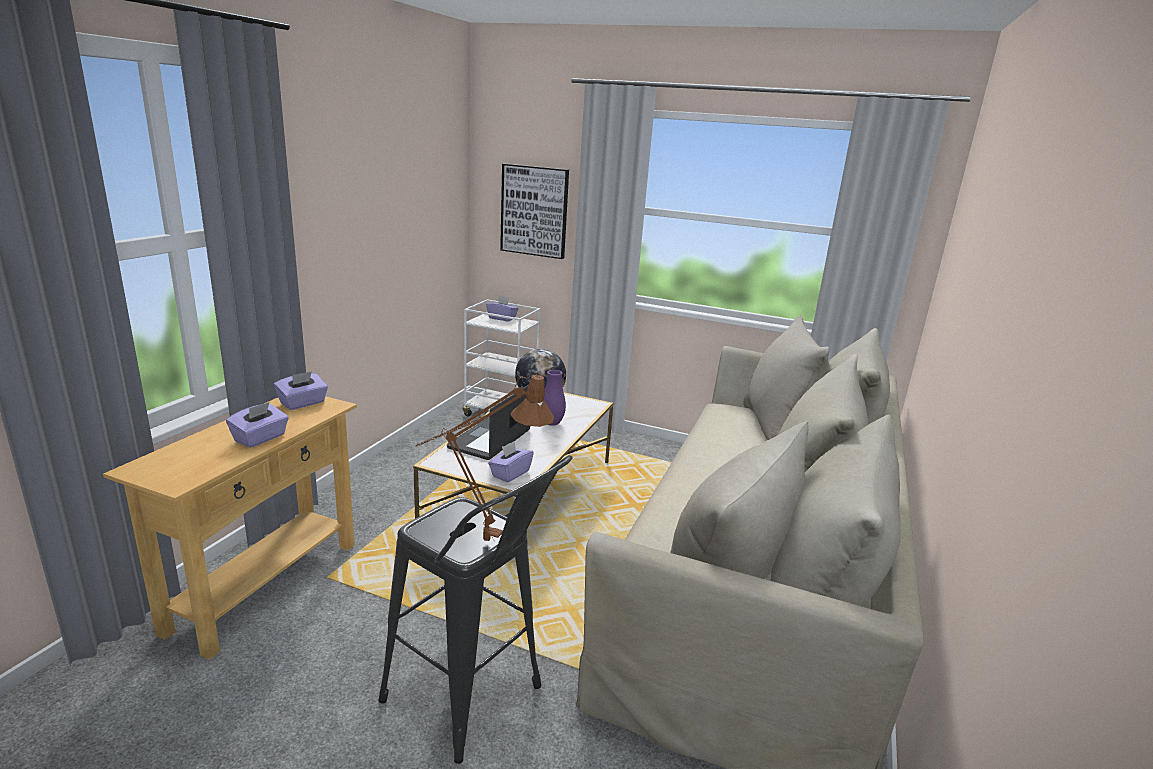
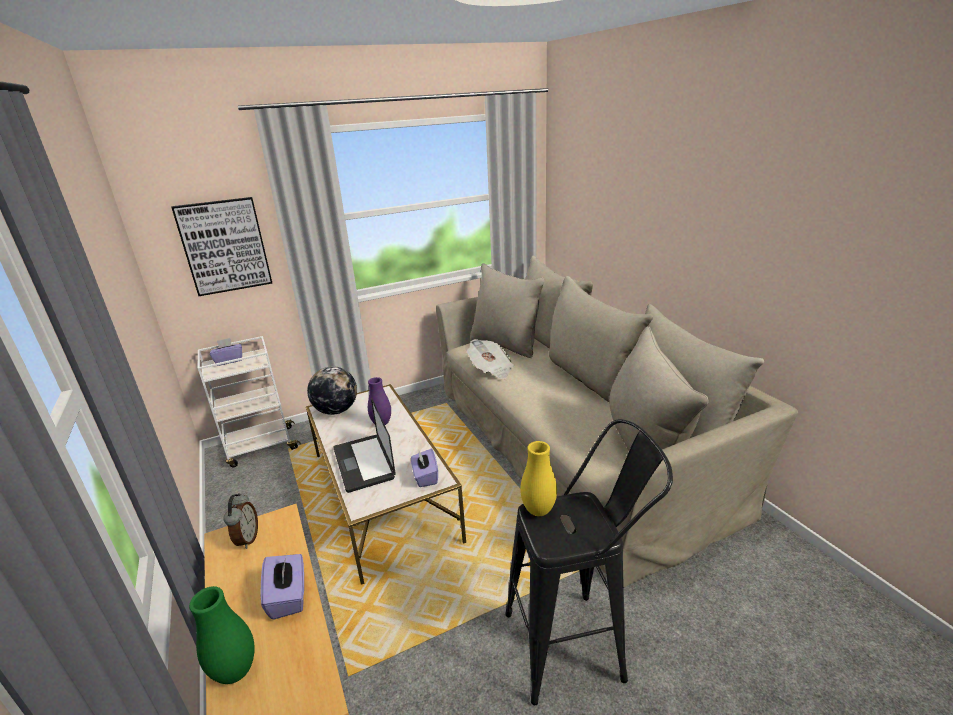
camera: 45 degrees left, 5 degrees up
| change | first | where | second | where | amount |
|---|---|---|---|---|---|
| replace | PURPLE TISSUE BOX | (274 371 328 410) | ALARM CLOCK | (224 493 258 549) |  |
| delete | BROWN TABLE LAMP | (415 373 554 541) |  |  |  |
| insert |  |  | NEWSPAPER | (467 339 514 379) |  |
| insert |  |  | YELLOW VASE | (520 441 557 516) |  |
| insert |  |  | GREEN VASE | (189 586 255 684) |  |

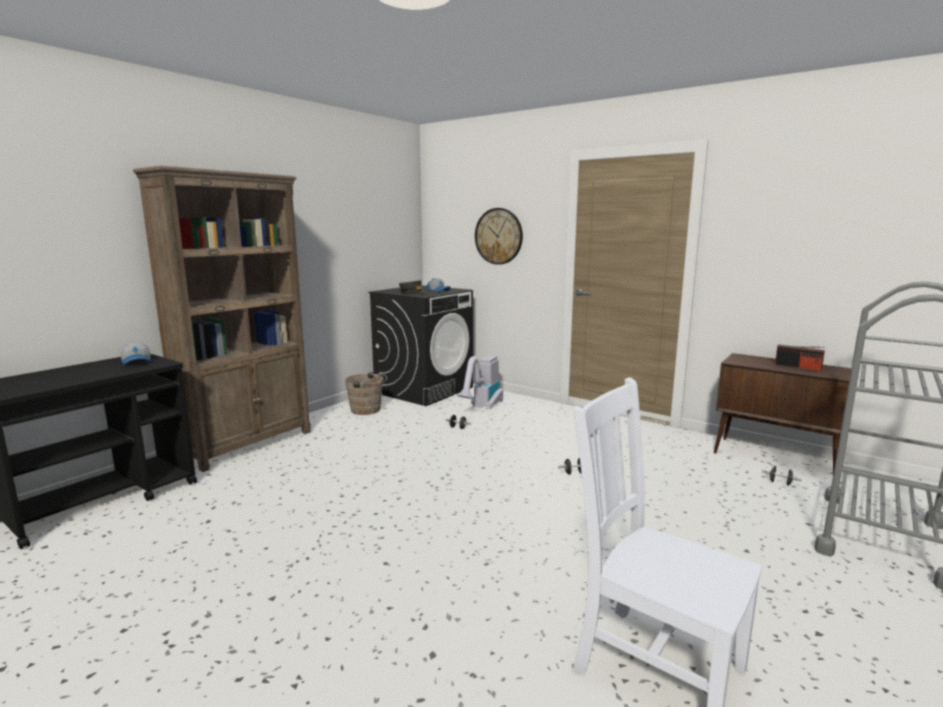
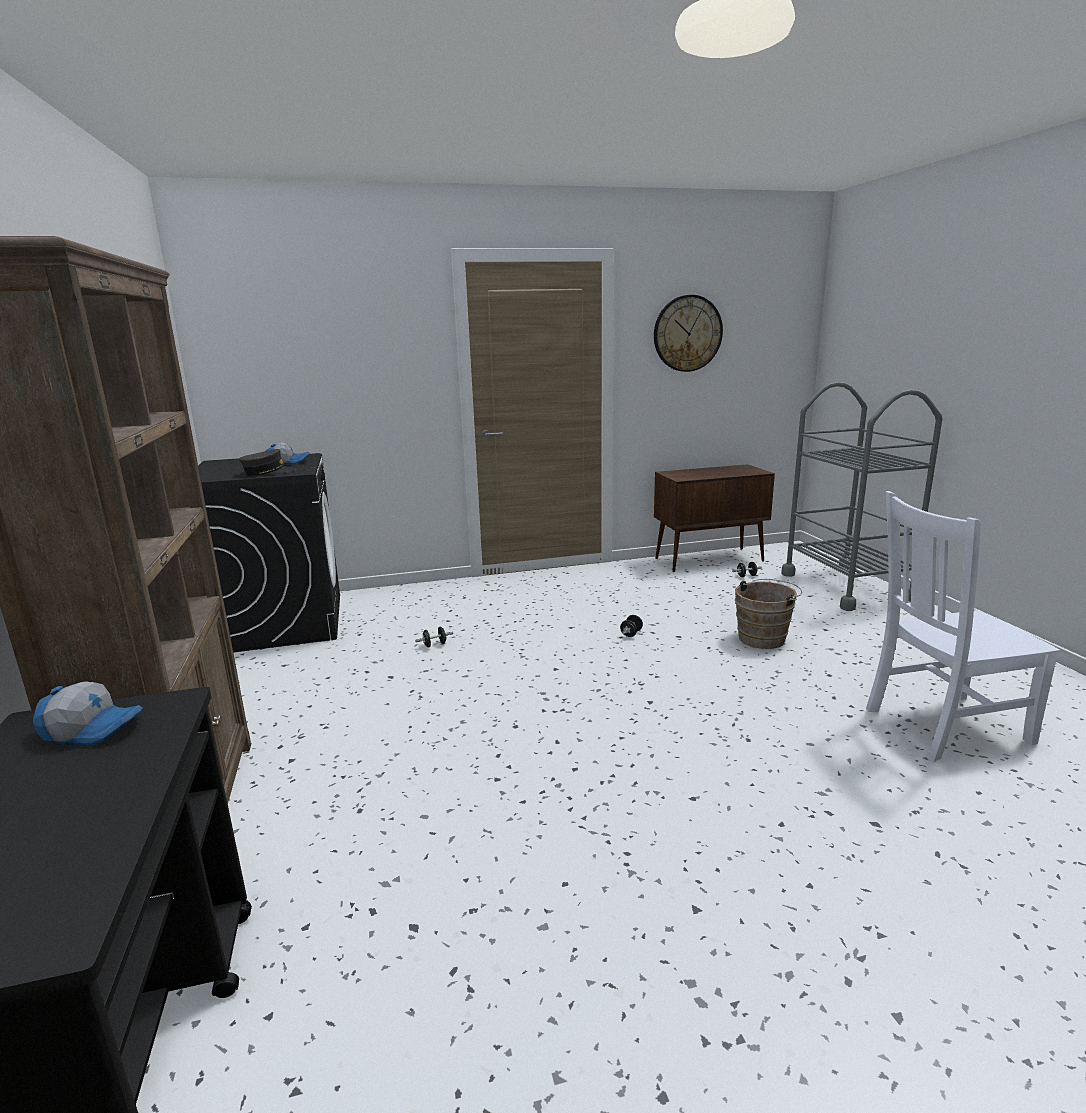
camera: 50 degrees left, 5 degrees up
| change | first | where | second | where | amount |
|---|---|---|---|---|---|
| move | WALL CLOCK | (475 208 523 265) |  | (654 295 723 372) |  |
| delete | RADIO | (775 345 825 371) |  |  |  |
| delete | VACUUM CLEANER | (457 355 503 409) |  |  |  |
| move | BROWN BUCKET | (345 372 387 415) |  | (735 579 802 649) |  |

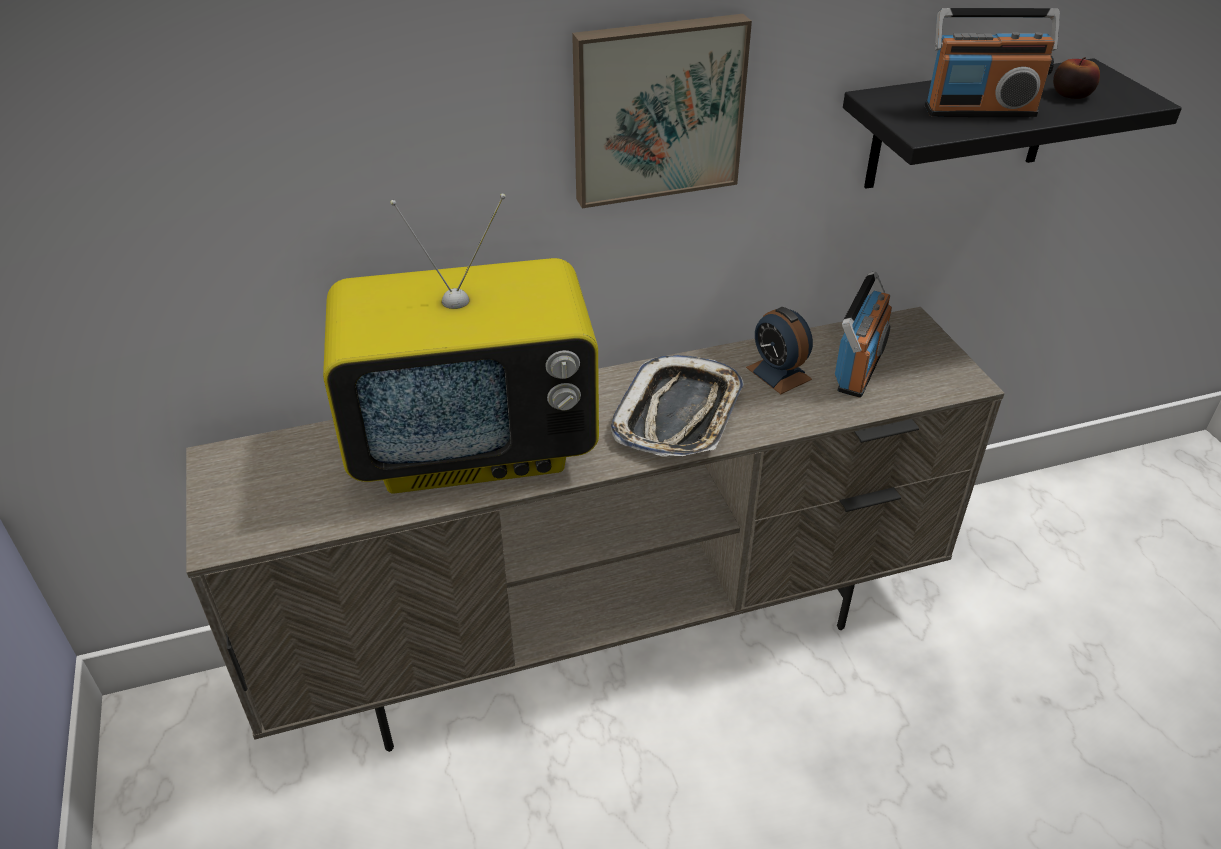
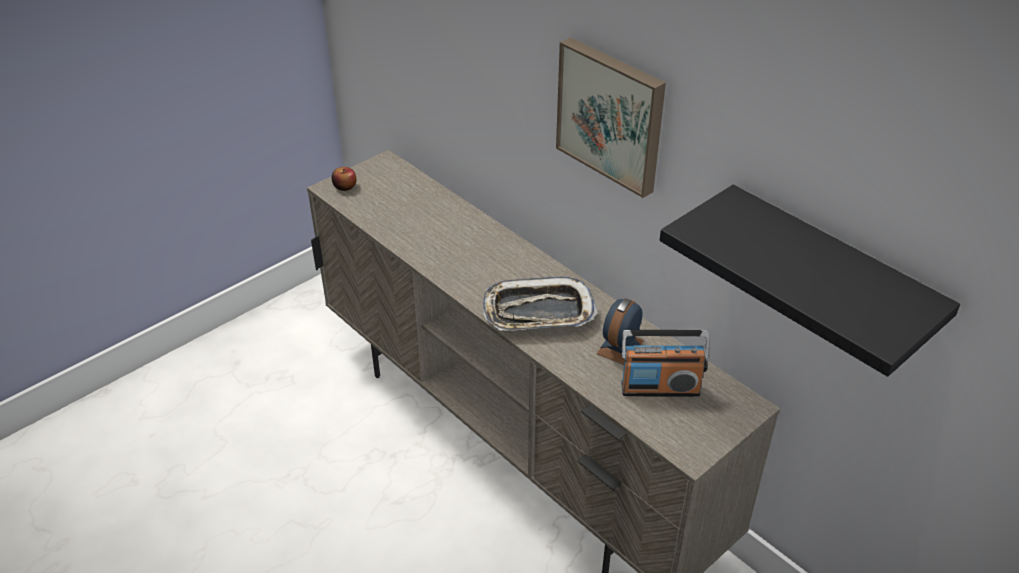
camera: 65 degrees right, 0 degrees up
| change | first | where | second | where | amount |
|---|---|---|---|---|---|
| delete | RADIO | (925 8 1060 117) |  |  |  |
| move | APPLE | (1053 57 1100 99) |  | (331 167 357 191) |  |
| delete | TELEVISION | (323 194 599 494) |  |  |  |

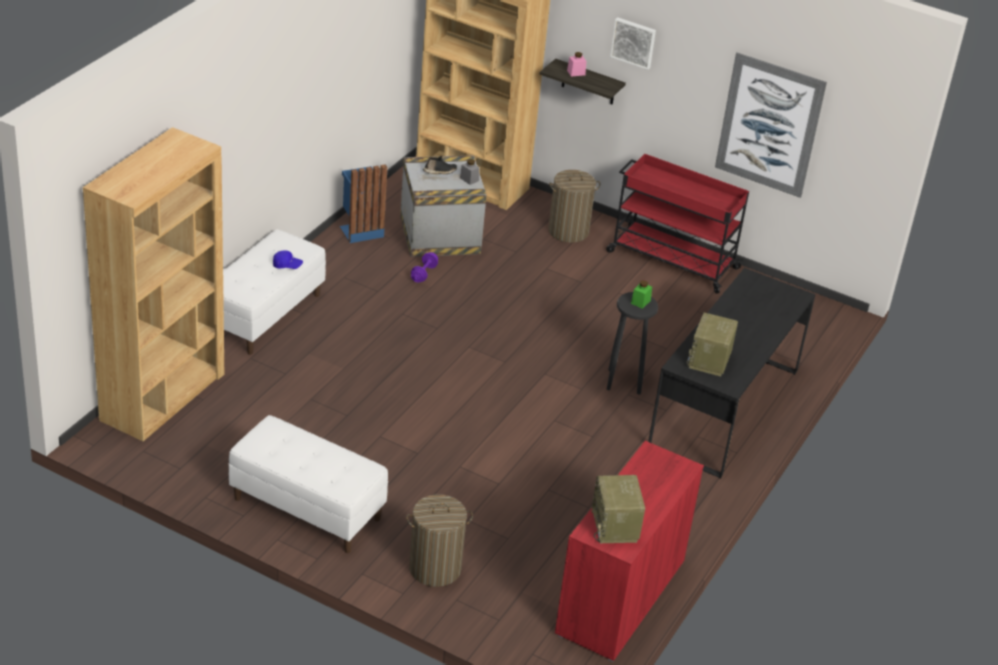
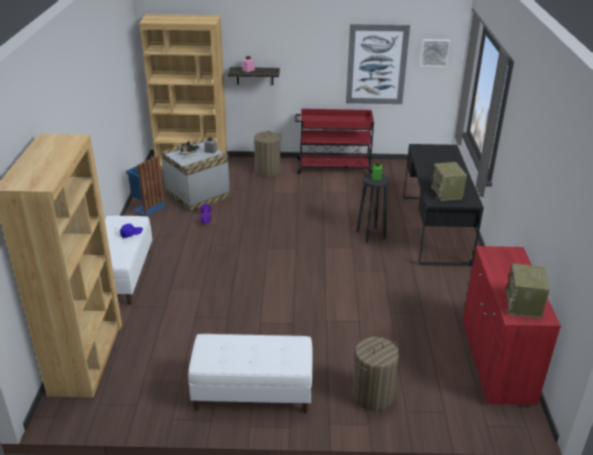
camera: 25 degrees left, 5 degrees down
| change | first | where | second | where | amount |
|---|---|---|---|---|---|
| move | PICTURE | (610 17 656 70) |  | (420 39 450 67) |  |
| rotate | RADIO | (591 475 645 543) |  | (505 263 550 319) | 45 degrees clockwise |

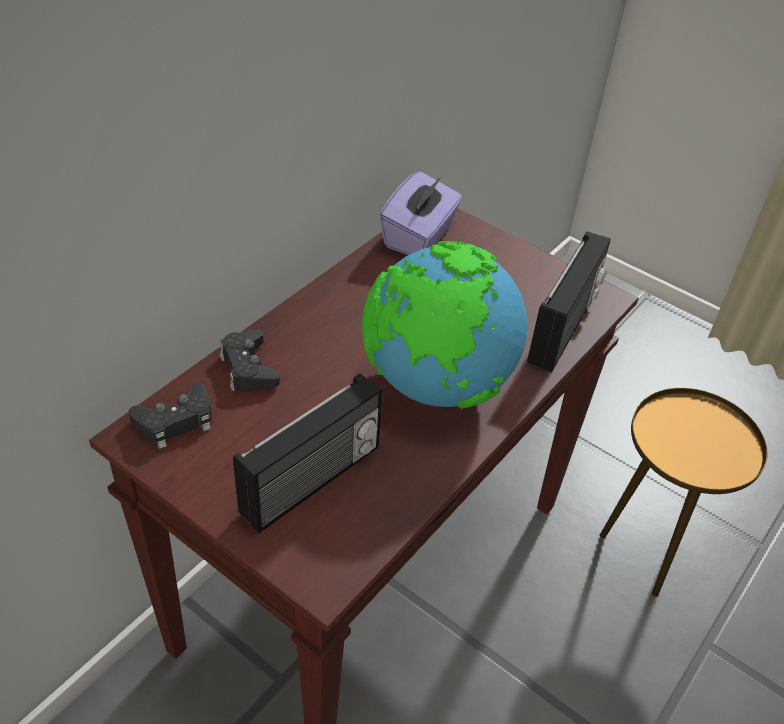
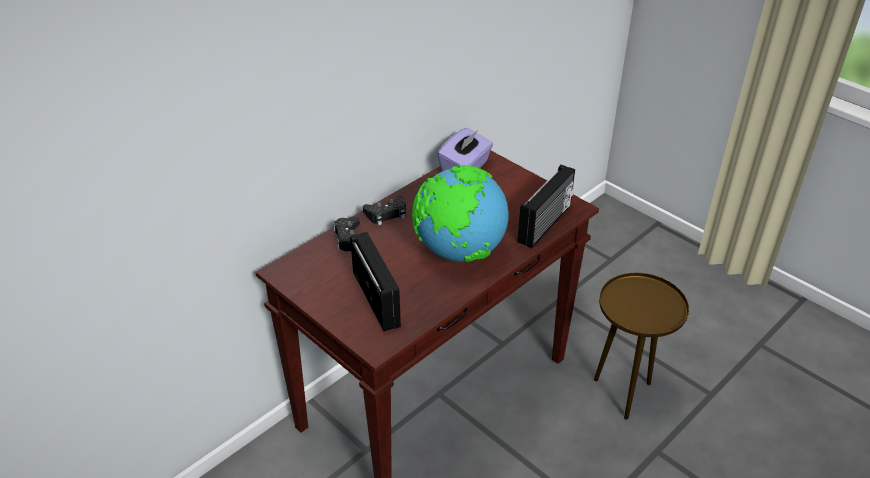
camera: 10 degrees right, 5 degrees down
| change | first | where | second | where | amount |
|---|---|---|---|---|---|
| rotate | RADIO | (233 373 383 533) |  | (350 232 401 331) | 75 degrees counterclockwise |
| move | BLACK GAME CONTROLLER | (128 383 212 449) |  | (363 195 406 226) |  |

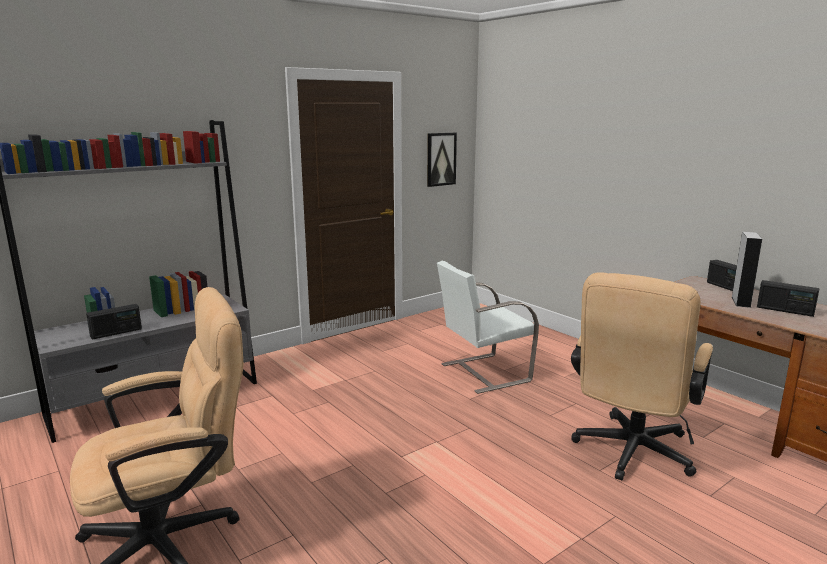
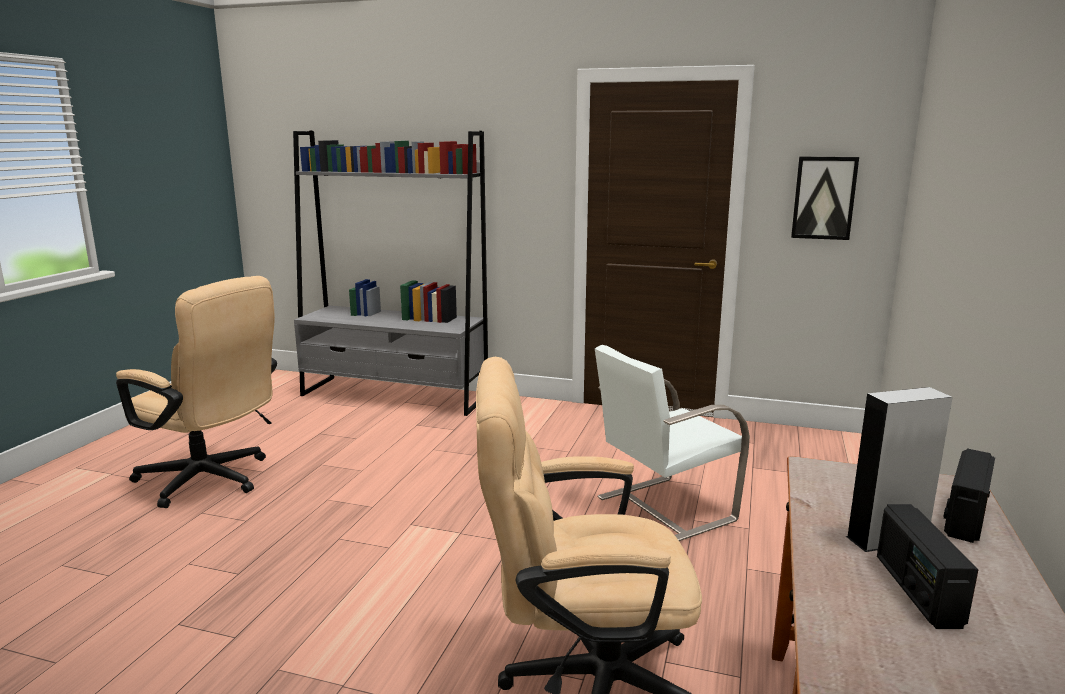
camera: 55 degrees right, 0 degrees up
| change | first | where | second | where | amount |
|---|---|---|---|---|---|
| rotate | WHITE CHAIR | (437 261 539 394) |  | (595 345 750 541) | 60 degrees counterclockwise |
| delete | RADIO | (86 304 142 340) |  |  |  |

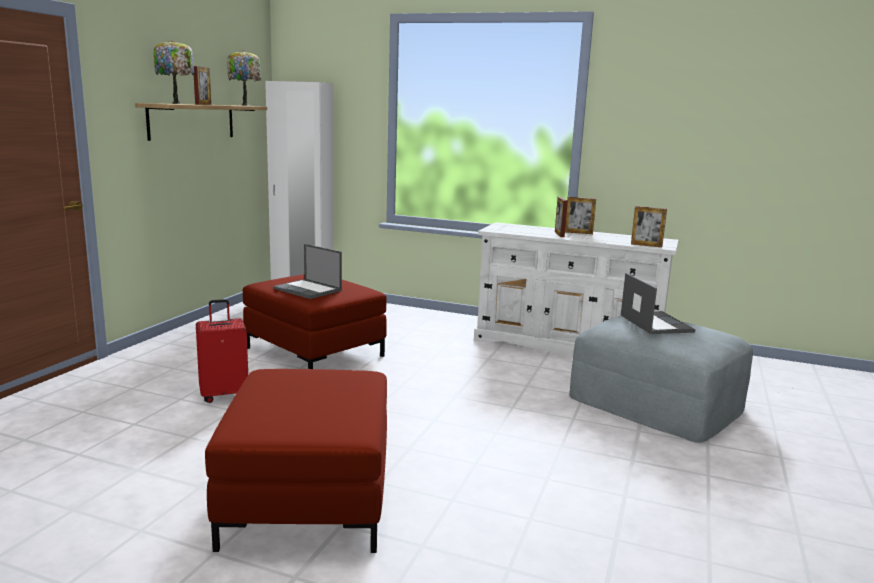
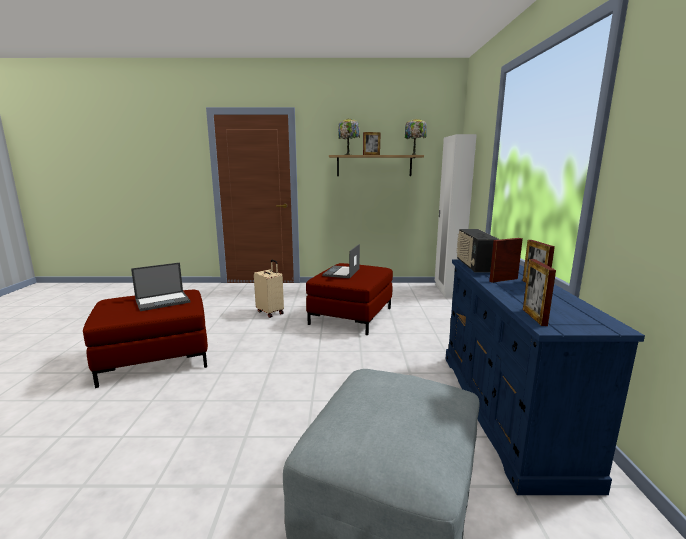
camera: 70 degrees right, 0 degrees up
| change | first | where | second | where | amount |
|---|---|---|---|---|---|
| recolor | WHITE DRESSER | (474 222 678 355) | BLUE DRESSER | (445 259 645 495) |  |
| move | LAPTOP | (621 273 695 334) |  | (131 262 190 311) |  |
| recolor | RED SUITCASE | (196 299 248 403) | BEIGE SUITCASE | (254 260 284 318) |  |
| insert |  |  | RADIO | (457 229 499 272) |  |

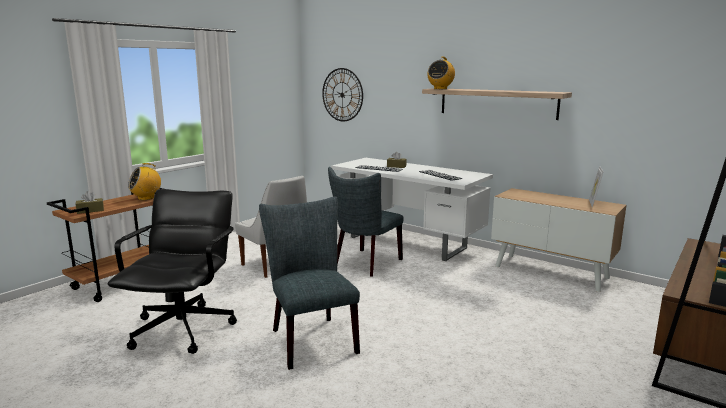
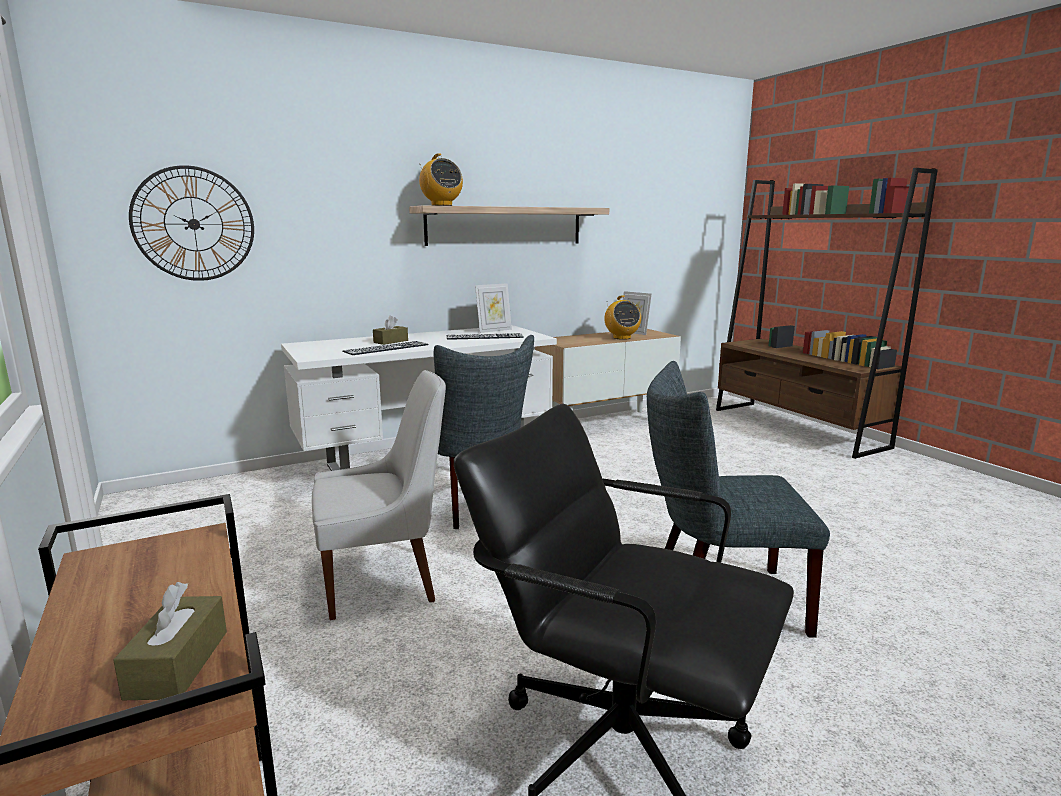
camera: 65 degrees left, 0 degrees up
| change | first | where | second | where | amount |
|---|---|---|---|---|---|
| move | RADIO | (128 163 161 200) |  | (604 296 641 340) |  |
| insert |  |  | PICTURE FRAME | (475 283 512 333) |  |

